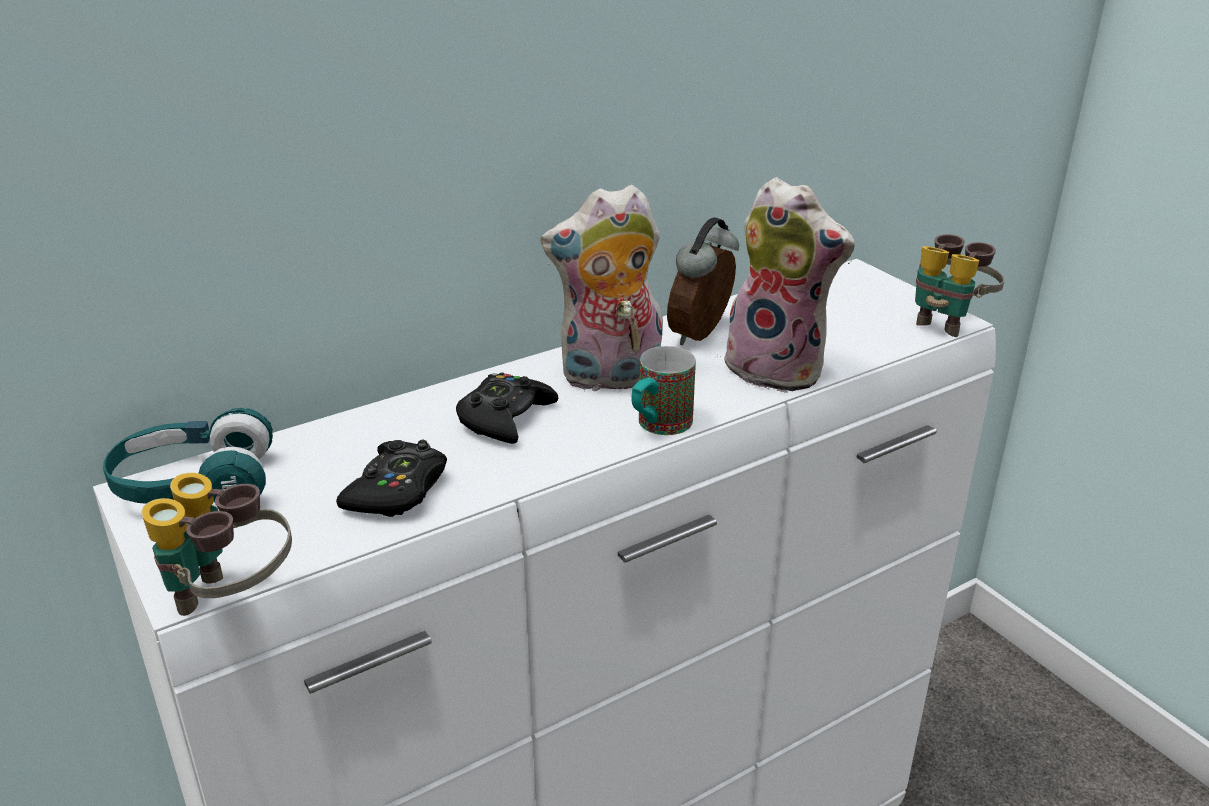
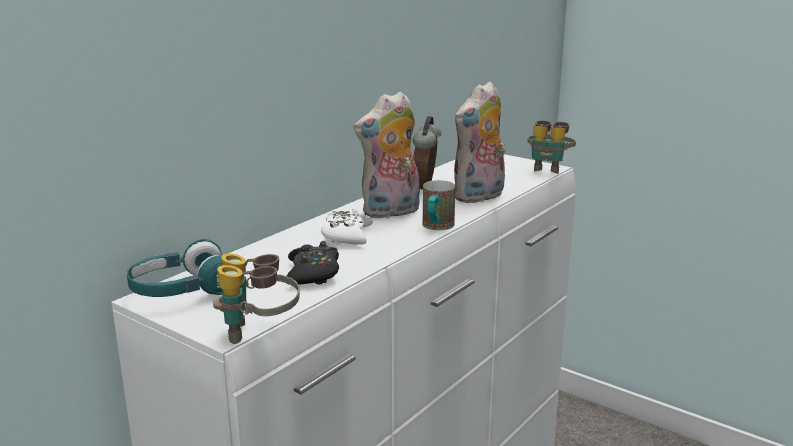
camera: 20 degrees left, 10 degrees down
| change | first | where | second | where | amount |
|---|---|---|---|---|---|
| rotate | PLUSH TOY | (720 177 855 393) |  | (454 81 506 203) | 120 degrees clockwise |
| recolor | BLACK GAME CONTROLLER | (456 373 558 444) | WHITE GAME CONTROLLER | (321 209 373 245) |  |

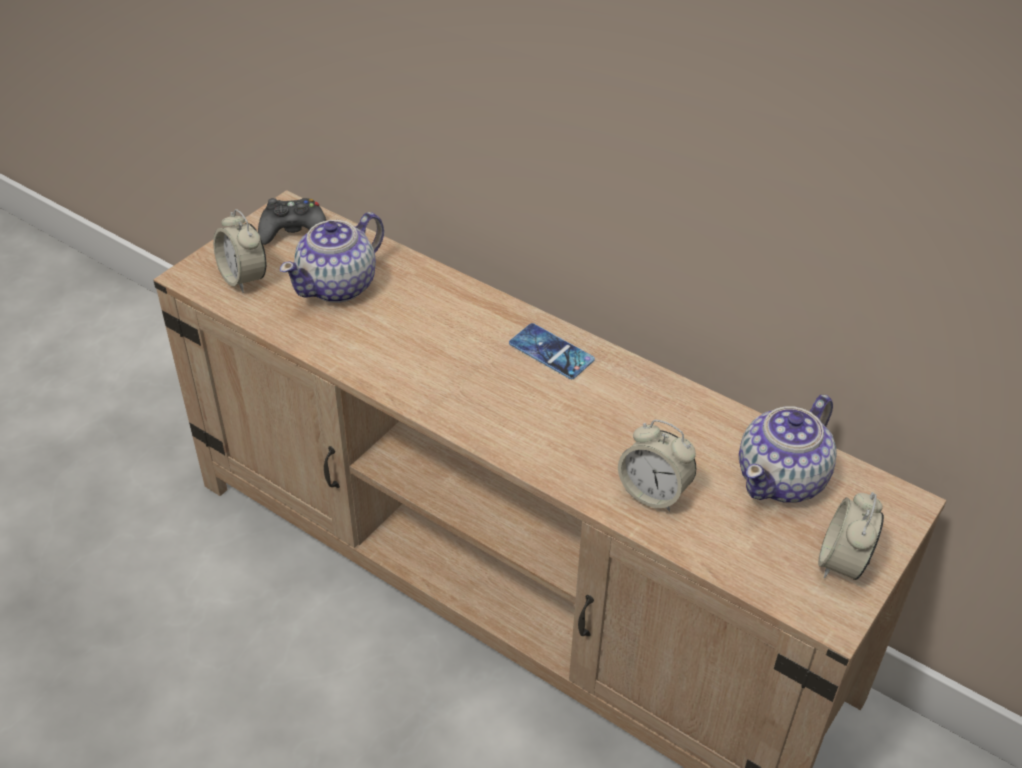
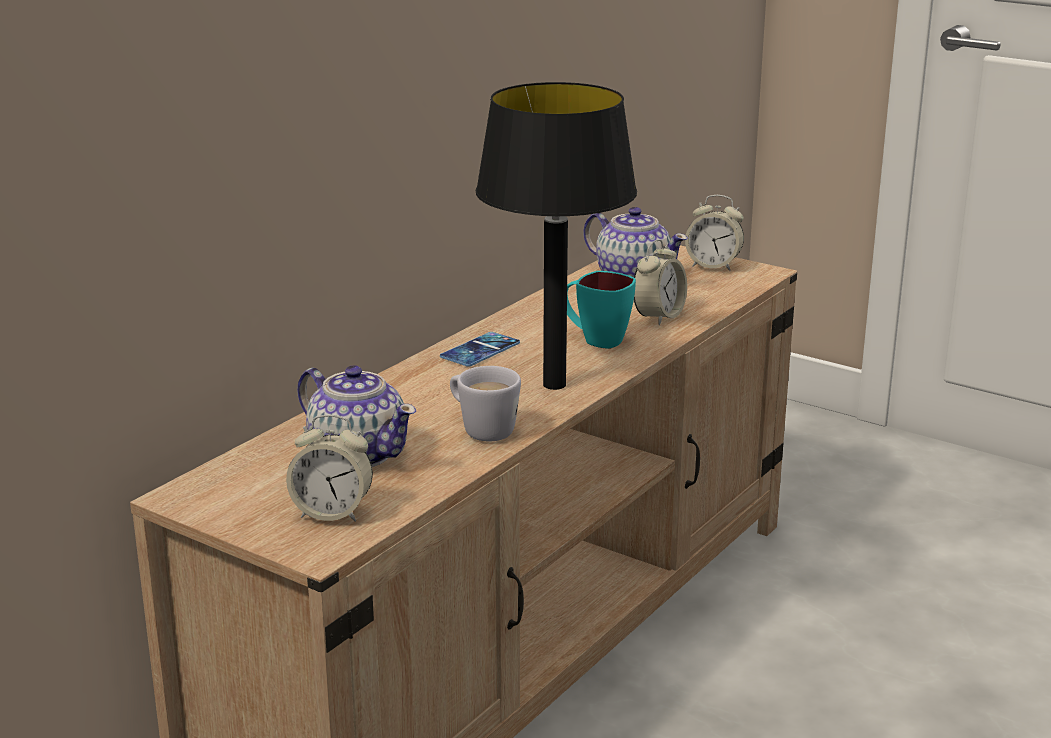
camera: 90 degrees left, 20 degrees down
| change | first | where | second | where | amount |
|---|---|---|---|---|---|
| delete | BLACK GAME CONTROLLER | (258 198 326 245) |  |  |  |
| rotate | ALARM CLOCK | (213 209 266 293) |  | (286 414 373 522) | 45 degrees clockwise |
| insert |  |  | BLACK TABLE LAMP | (476 82 637 390) |  |
| insert |  |  | TURQUOISE MUG | (567 271 636 349) |  |
| insert |  |  | WHITE MUG | (450 366 521 441) |  |

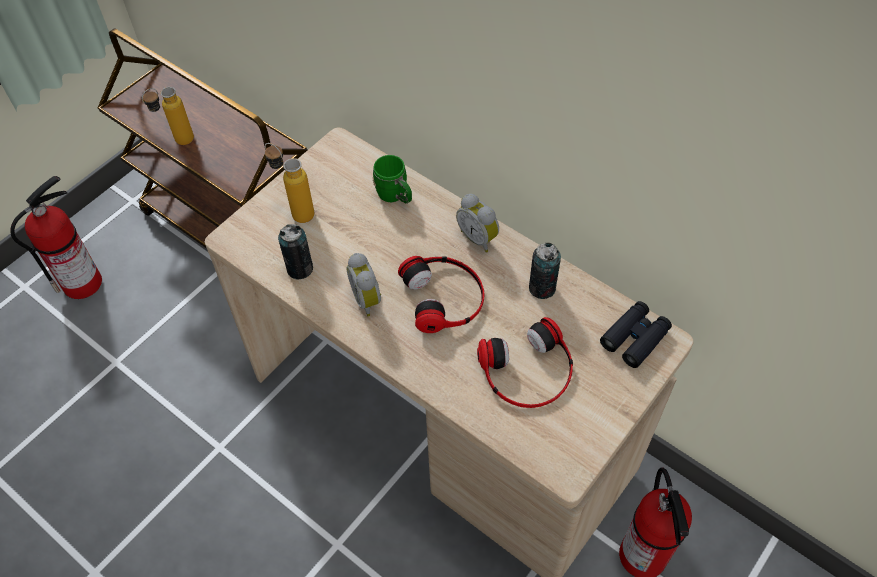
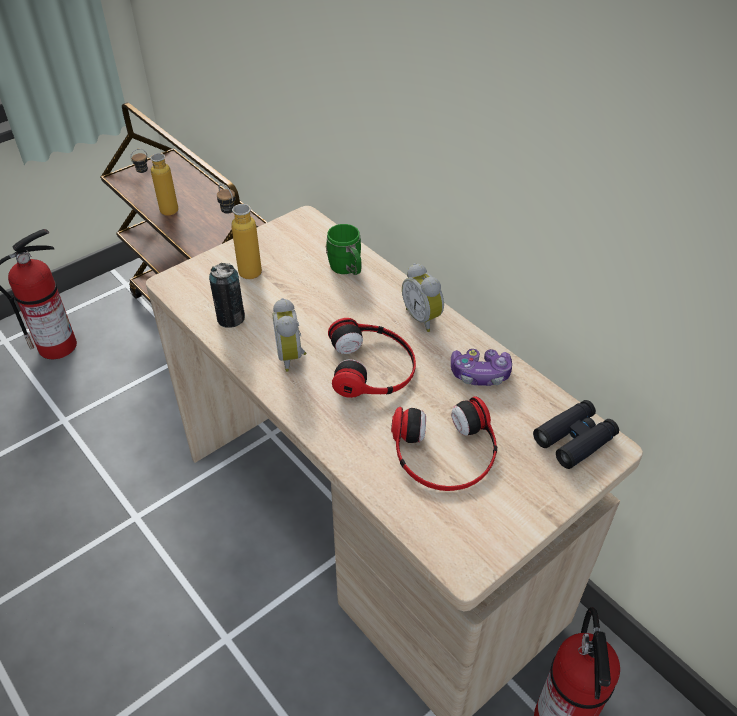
camera: 10 degrees right, 10 degrees down
| change | first | where | second | where | amount |
|---|---|---|---|---|---|
| replace | CAN | (529 243 561 299) | GAME CONTROLLER | (451 349 512 386) |  |

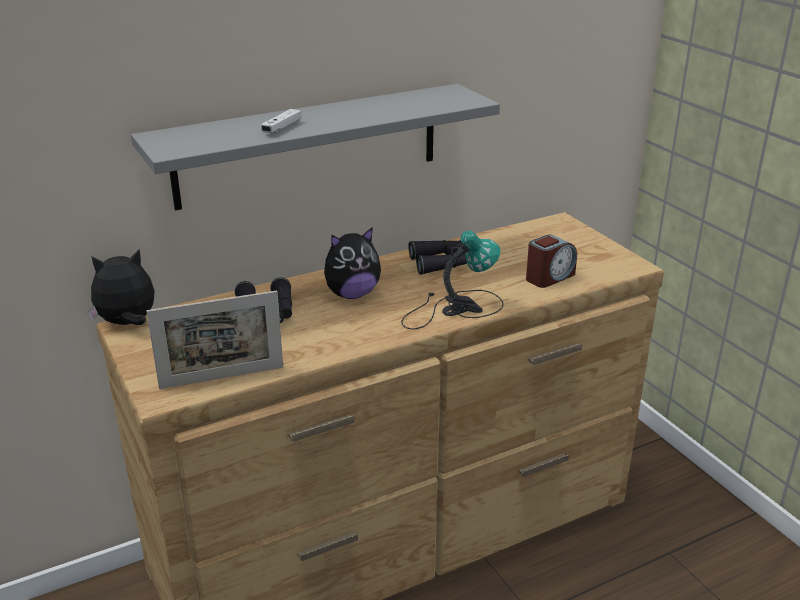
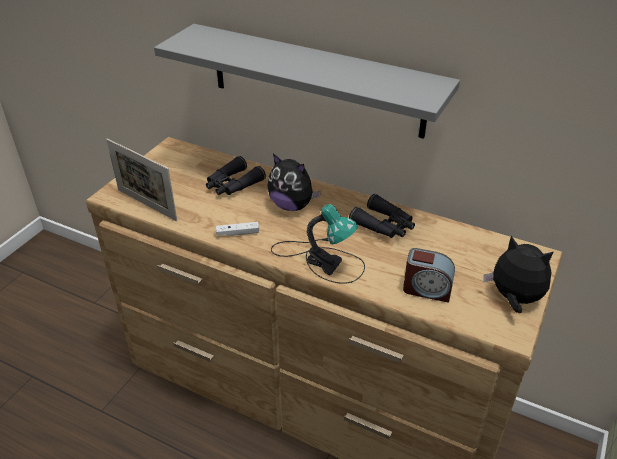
camera: 55 degrees right, 10 degrees up
| change | first | where | second | where | amount |
|---|---|---|---|---|---|
| move | WHITE GAME CONTROLLER | (261 109 301 133) |  | (216 222 259 236) |  |
| move | PLUSH TOY | (88 249 155 325) |  | (484 236 554 313) |  |

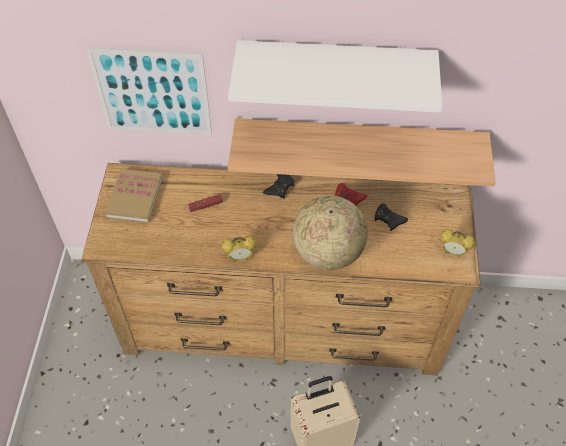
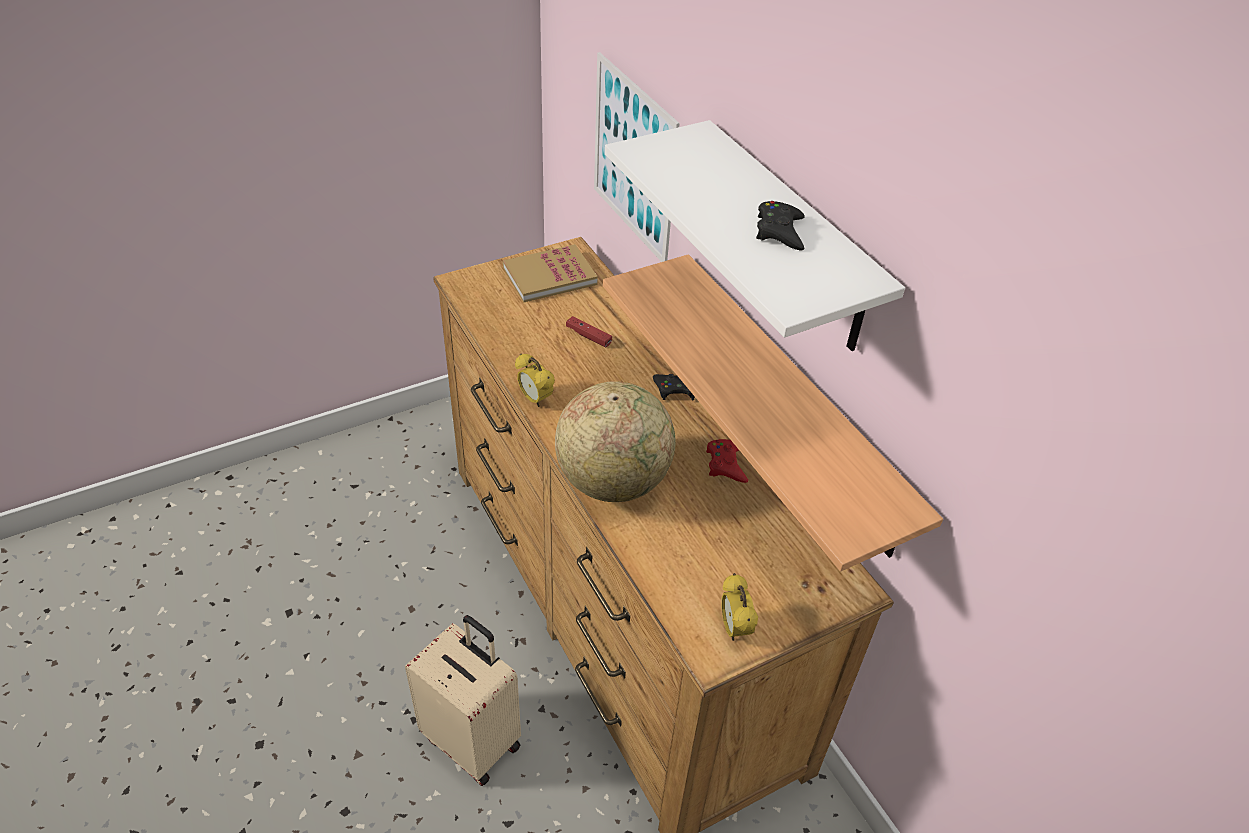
camera: 55 degrees right, 10 degrees down
| change | first | where | second | where | amount |
|---|---|---|---|---|---|
| move | BLACK GAME CONTROLLER | (374 203 408 231) |  | (756 201 805 250) |  |

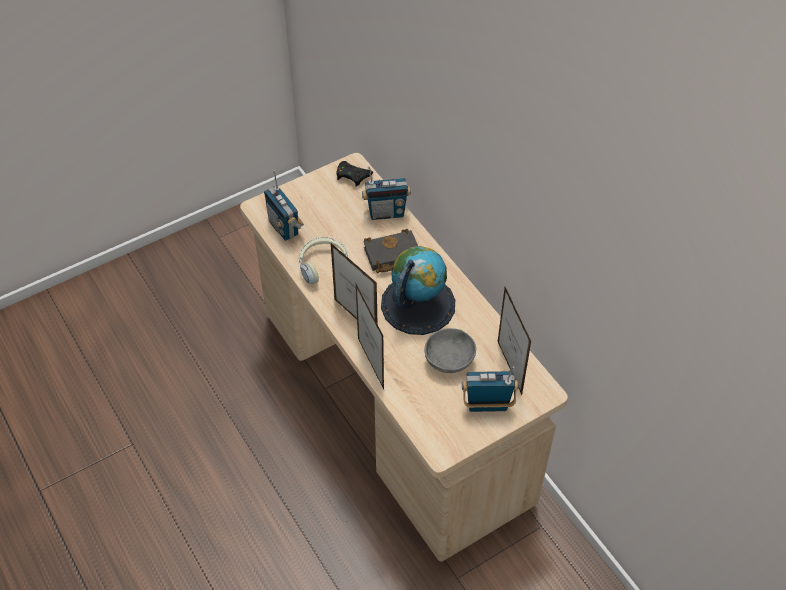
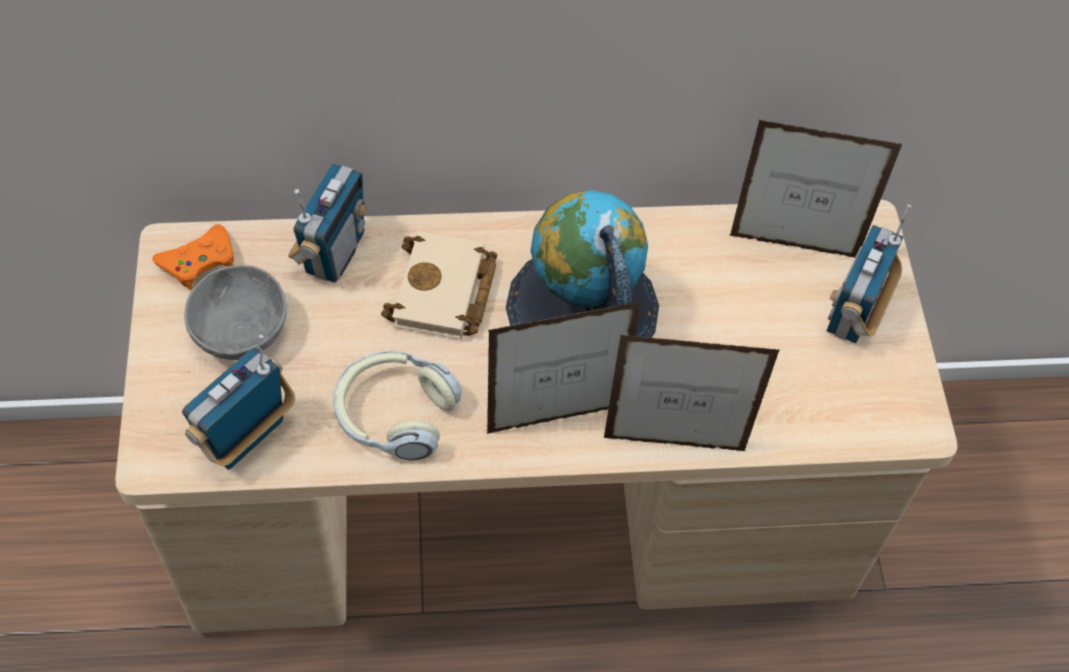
camera: 65 degrees left, 5 degrees up
| change | first | where | second | where | amount |
|---|---|---|---|---|---|
| recolor | BLACK GAME CONTROLLER | (336 161 373 187) | ORANGE GAME CONTROLLER | (152 224 234 290) |  |
| rotate | RADIO | (264 171 304 241) |  | (182 335 295 470) | 135 degrees clockwise |
| recolor | BLACK BOOK | (363 229 418 273) | BEIGE BOOK | (381 231 497 339) |  |
| move | GREY BOWL | (424 328 476 373) |  | (184 265 287 360) |  |

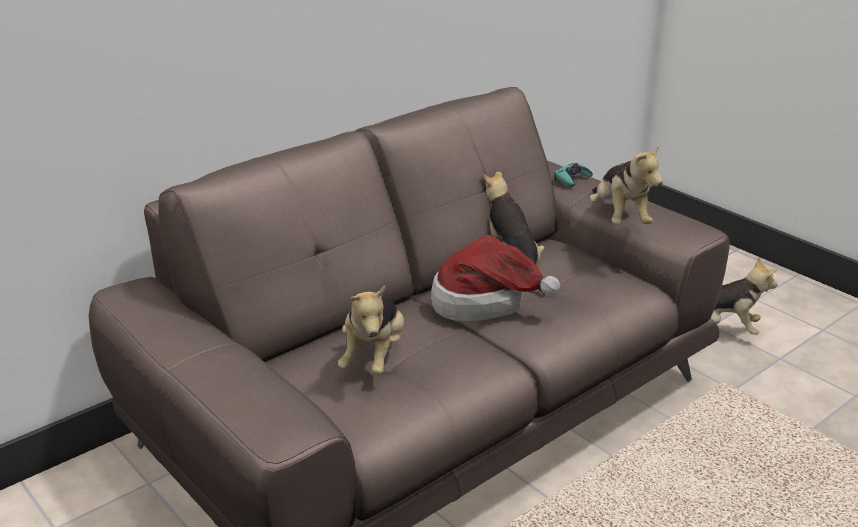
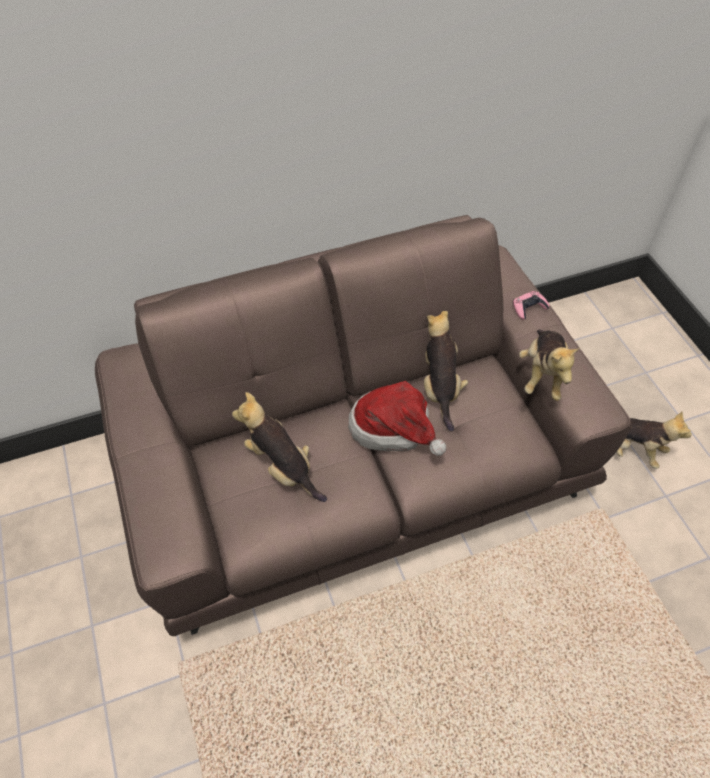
camera: 20 degrees right, 25 degrees up
| change | first | where | second | where | amount |
|---|---|---|---|---|---|
| recolor | TURQUOISE GAME CONTROLLER | (554 163 593 187) | PINK GAME CONTROLLER | (513 291 549 320) |  |
| rotate | PLUSH TOY | (338 286 404 375) |  | (232 392 327 502) | 105 degrees clockwise |

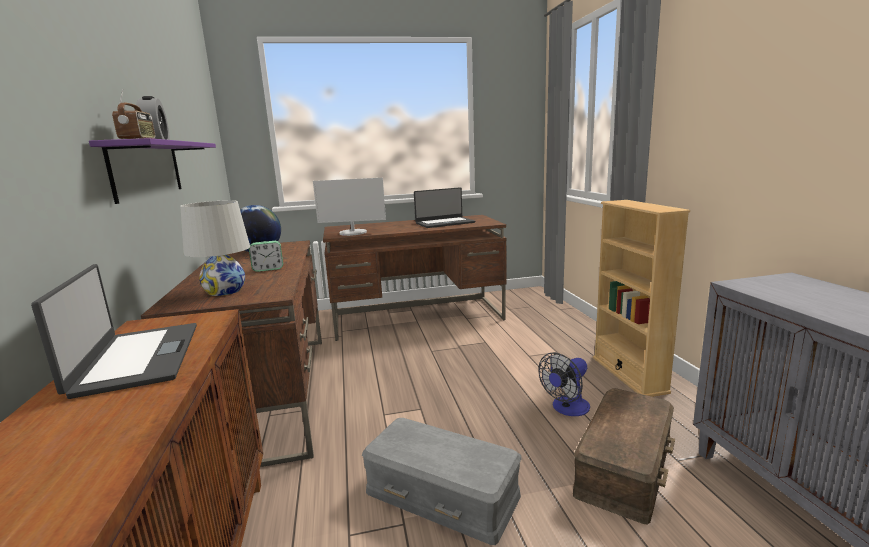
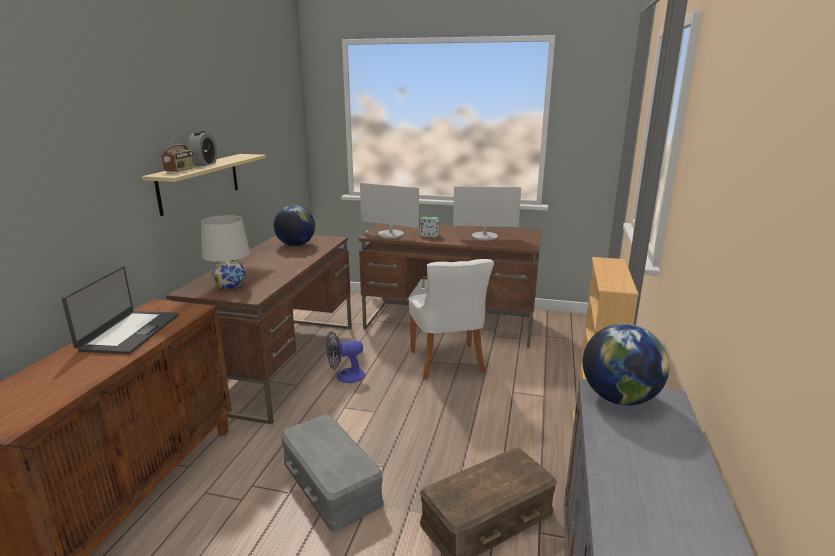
camera: 25 degrees right, 5 degrees up
| change | first | where | second | where | amount |
|---|---|---|---|---|---|
| recolor | PURPLE SHELF | (89 138 216 204) | BEIGE SHELF | (142 154 266 216) |  |
| replace | LAPTOP | (414 187 475 228) | MONITOR | (453 186 521 240) |  |
| move | ALARM CLOCK | (249 241 283 272) |  | (419 217 440 237) |  |
| move | FAN | (538 352 590 416) |  | (326 331 365 383) |  |
| insert |  |  | WHITE CHAIR | (409 259 494 379) |  |
| insert |  |  | GLOBE | (583 324 669 405) |  |

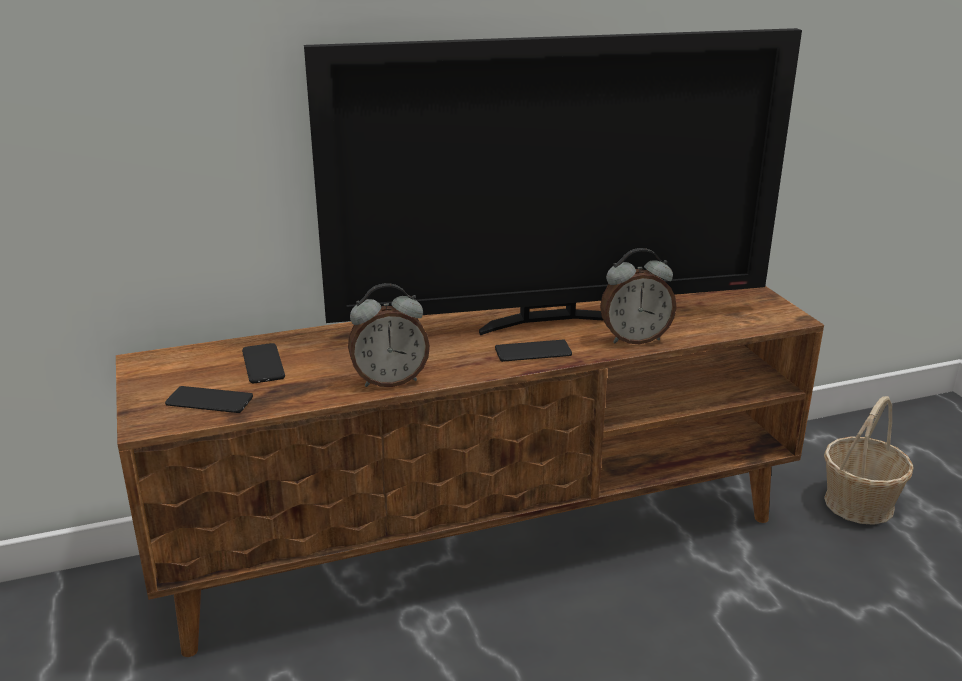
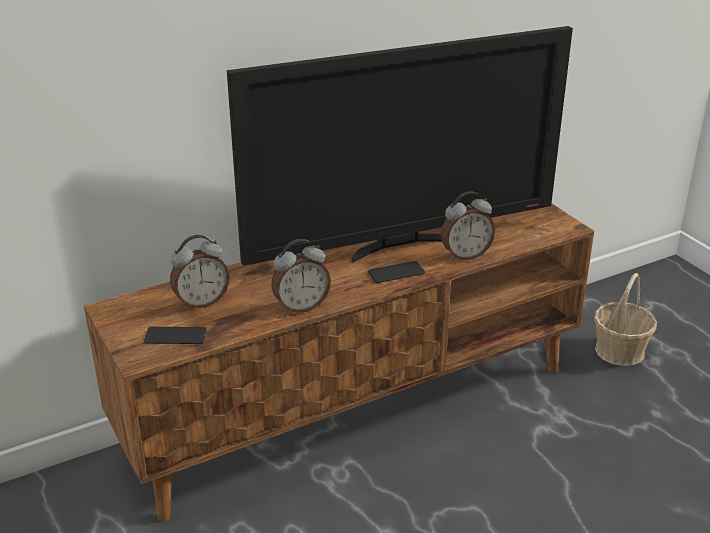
camera: 10 degrees left, 5 degrees up
| change | first | where | second | where | amount |
|---|---|---|---|---|---|
| replace | PHONE | (242 343 285 383) | ALARM CLOCK | (170 235 230 310) |  |

